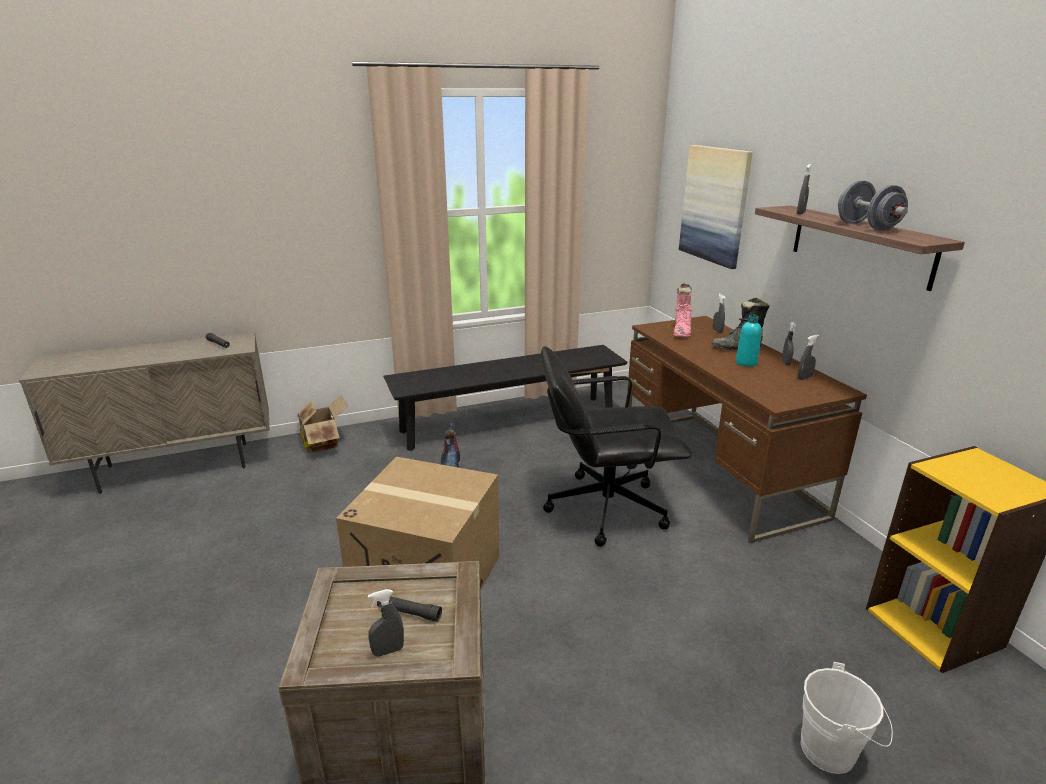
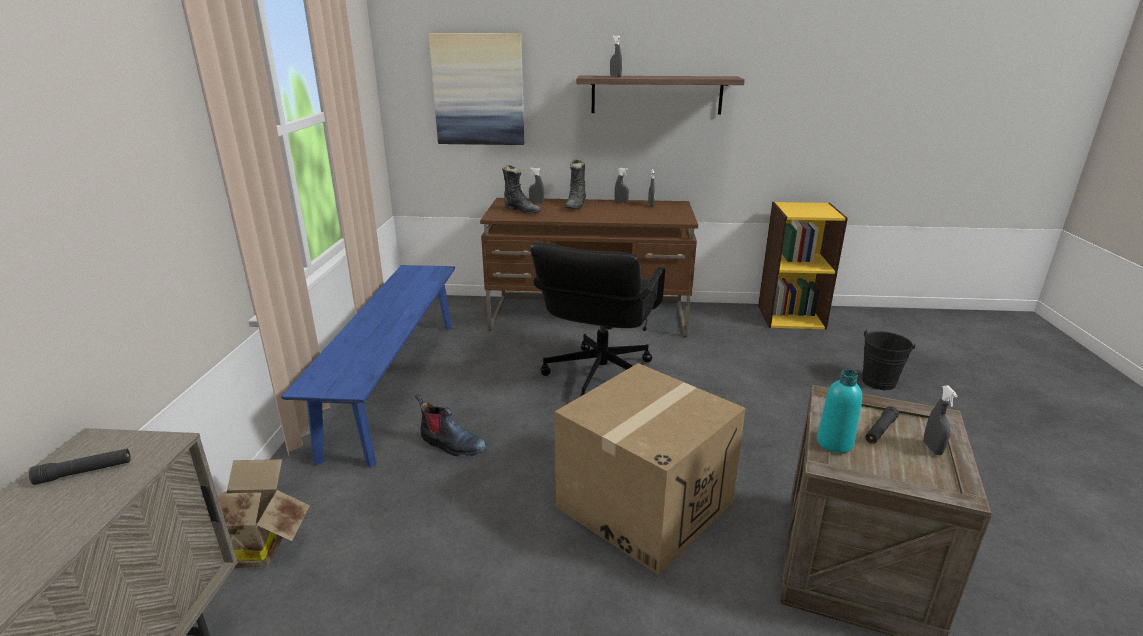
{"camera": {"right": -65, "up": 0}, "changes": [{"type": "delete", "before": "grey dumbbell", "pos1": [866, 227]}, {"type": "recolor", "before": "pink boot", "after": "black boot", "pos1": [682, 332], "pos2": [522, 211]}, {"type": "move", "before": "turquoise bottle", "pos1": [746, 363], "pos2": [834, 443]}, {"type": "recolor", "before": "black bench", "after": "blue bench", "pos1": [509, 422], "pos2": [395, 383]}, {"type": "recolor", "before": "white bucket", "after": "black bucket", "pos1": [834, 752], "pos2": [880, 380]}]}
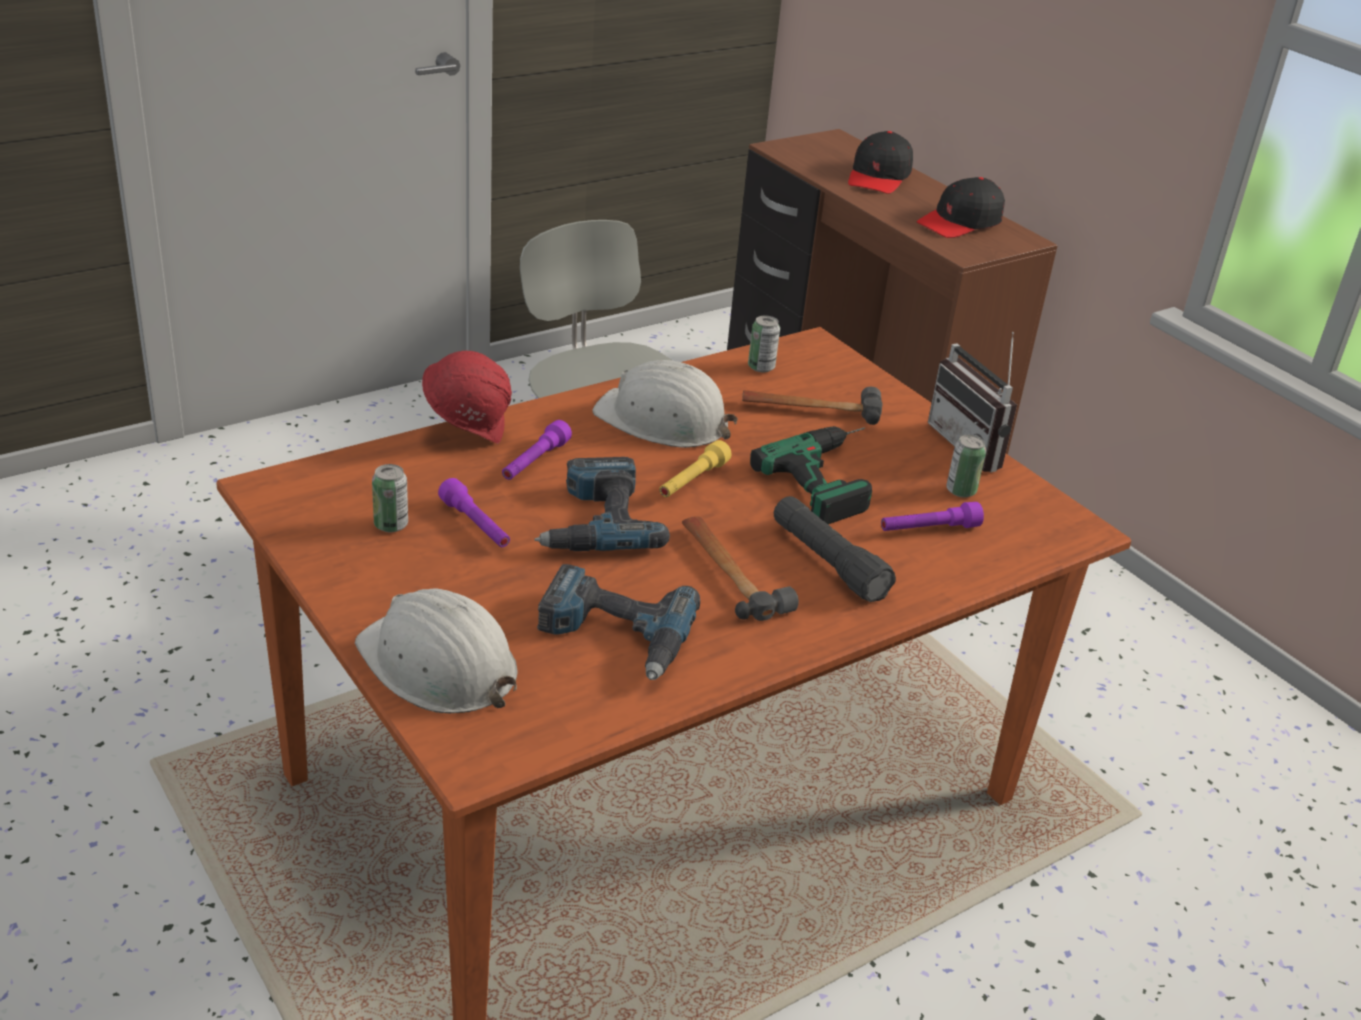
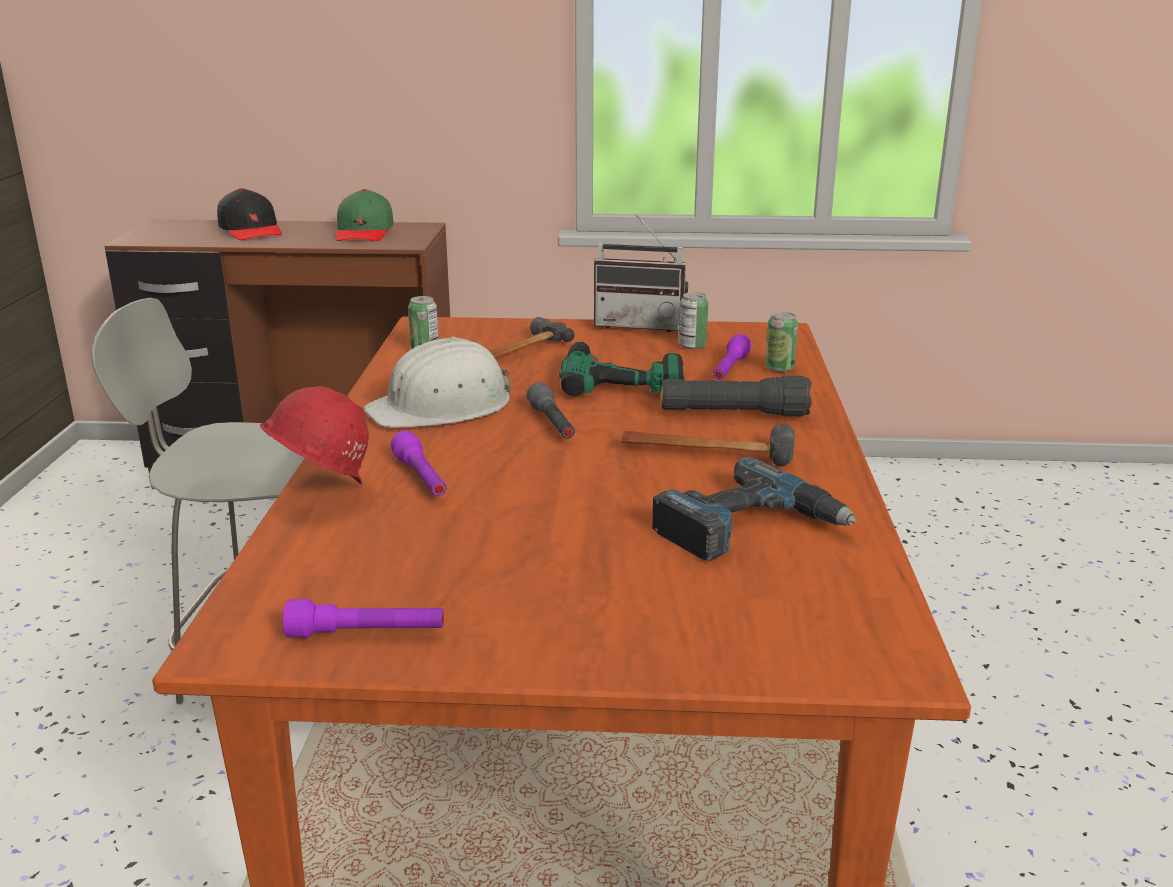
{"camera": {"right": -50, "up": -10}, "changes": [{"type": "recolor", "before": "black cap", "after": "green cap", "pos1": [960, 222], "pos2": [364, 232]}, {"type": "recolor", "before": "yellow flashlight", "after": "grey flashlight", "pos1": [692, 481], "pos2": [552, 424]}, {"type": "delete", "before": "power drill", "pos1": [595, 521]}, {"type": "move", "before": "can", "pos1": [391, 525], "pos2": [779, 368]}, {"type": "move", "before": "purple flashlight", "pos1": [476, 525], "pos2": [366, 634]}, {"type": "delete", "before": "white hard hat", "pos1": [438, 665]}]}
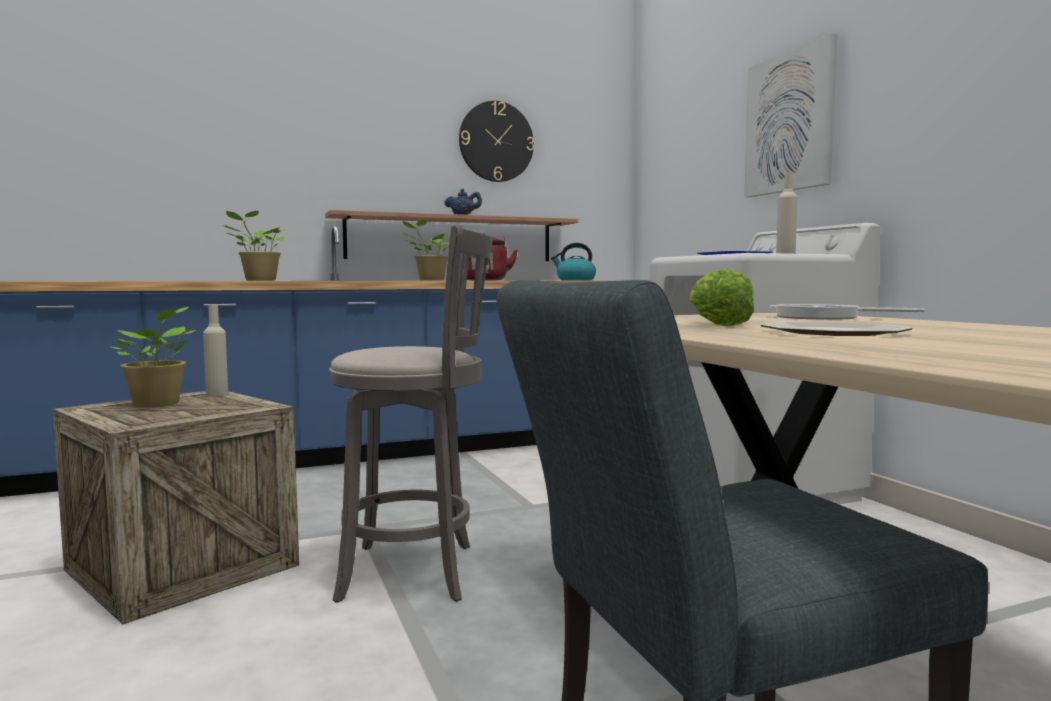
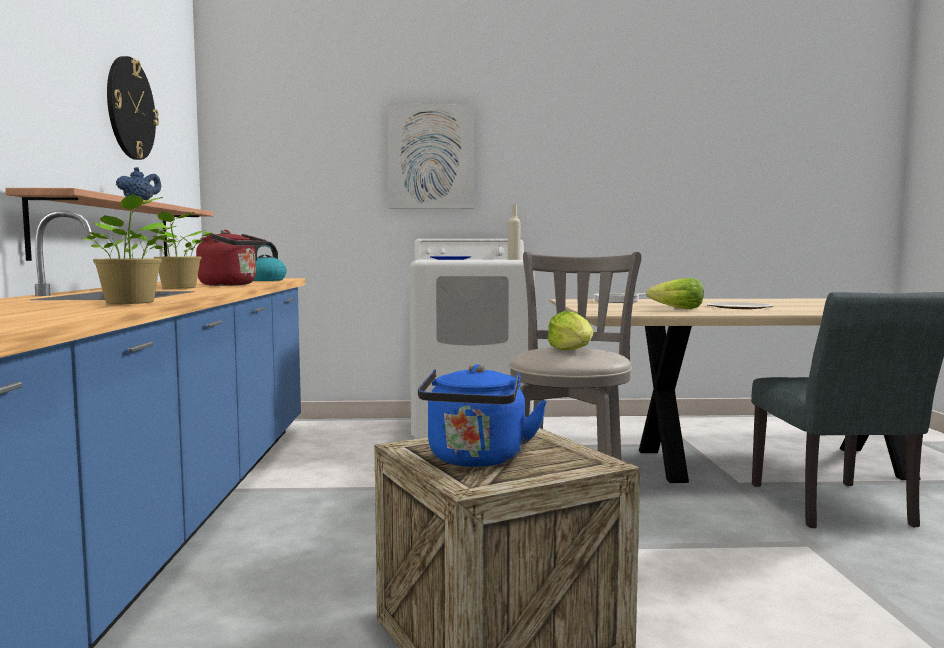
{"camera": {"right": -70, "up": 0}, "changes": [{"type": "delete", "before": "beige bottle", "pos1": [217, 394]}, {"type": "replace", "before": "potted plant", "after": "blue kettle", "pos1": [158, 404], "pos2": [476, 460]}, {"type": "insert", "after": "lettuce", "pos2": [572, 351]}]}
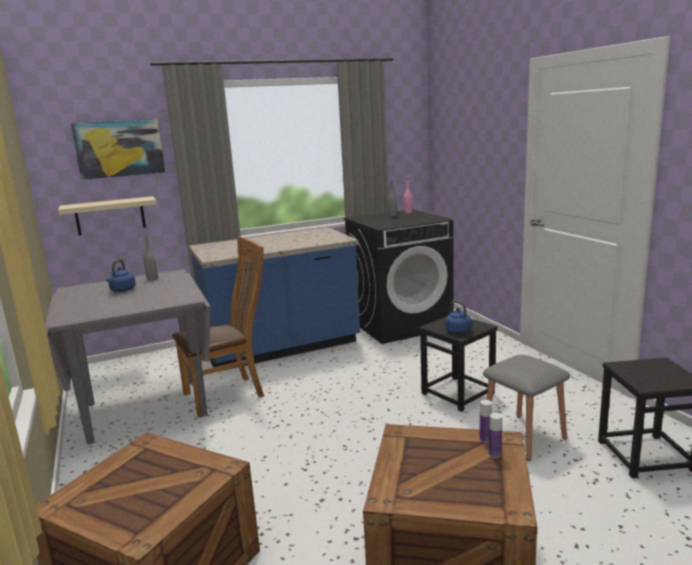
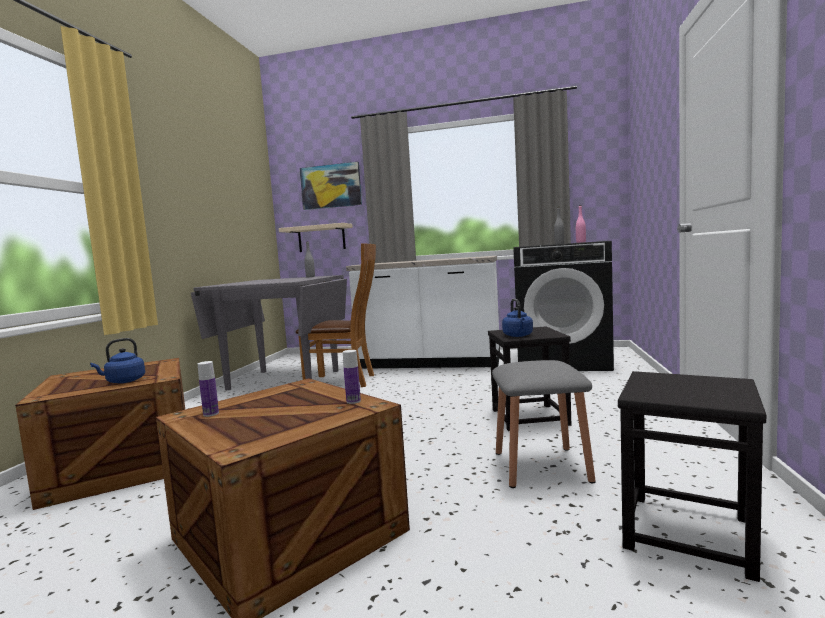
{"camera": {"right": 35, "up": -10}, "changes": [{"type": "recolor", "before": "blue counter", "after": "white counter", "pos1": [282, 347], "pos2": [431, 362]}, {"type": "move", "before": "blue kettle", "pos1": [122, 290], "pos2": [123, 381]}, {"type": "move", "before": "bottle", "pos1": [495, 454], "pos2": [211, 414]}]}
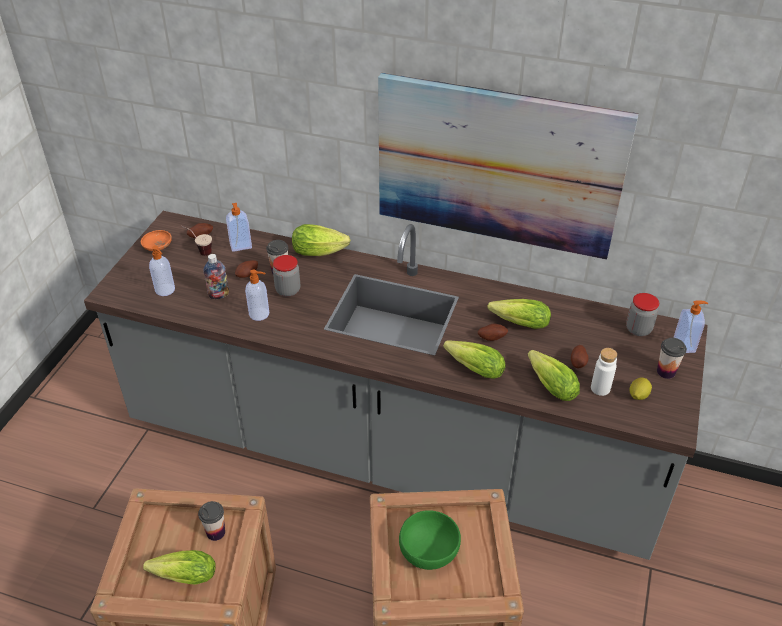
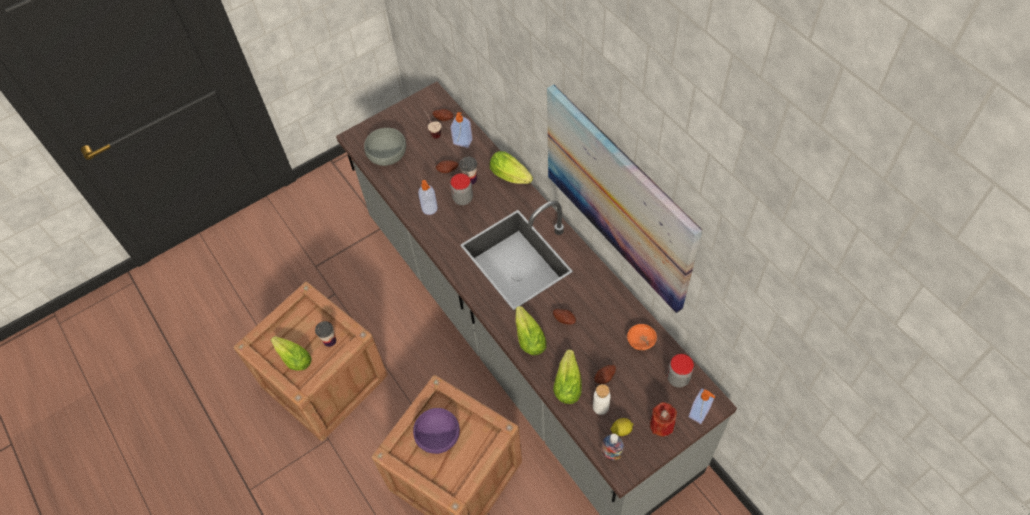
{"camera": {"right": 40, "up": 15}, "changes": [{"type": "move", "before": "orange bowl", "pos1": [157, 247], "pos2": [641, 341]}, {"type": "replace", "before": "soap dispenser", "after": "grey bowl", "pos1": [165, 290], "pos2": [388, 154]}, {"type": "move", "before": "bottle", "pos1": [218, 295], "pos2": [611, 454]}, {"type": "delete", "before": "lettuce", "pos1": [517, 323]}, {"type": "replace", "before": "cup", "after": "red candle", "pos1": [666, 372], "pos2": [661, 425]}, {"type": "recolor", "before": "green bowl", "after": "purple bowl", "pos1": [430, 550], "pos2": [439, 436]}]}
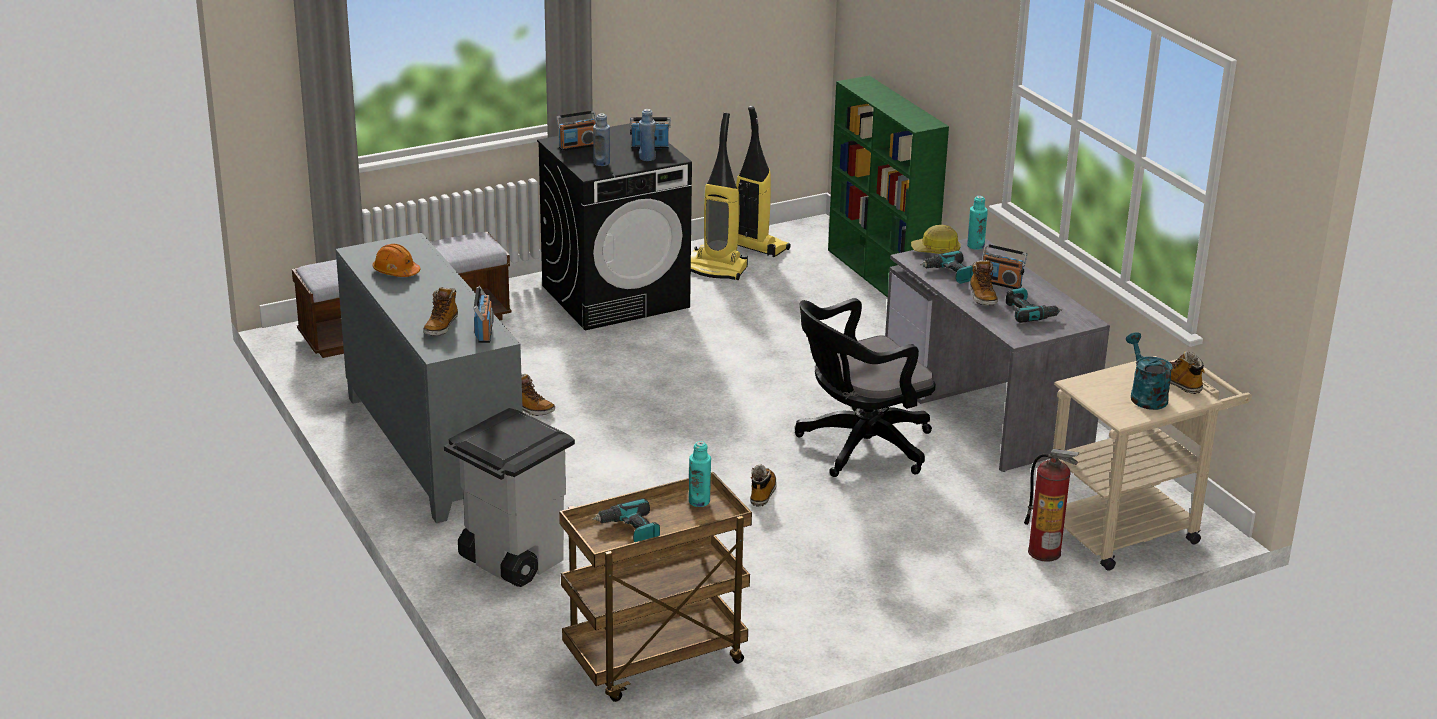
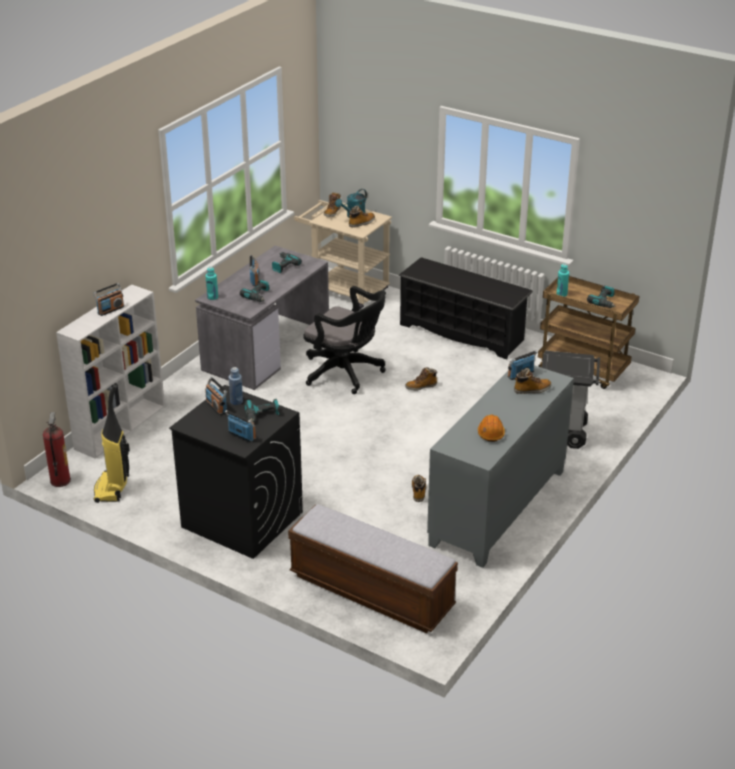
{"camera": {"right": -120, "up": 5}, "changes": [{"type": "recolor", "before": "green bookcase", "after": "white bookcase", "pos1": [881, 276], "pos2": [121, 426]}, {"type": "replace", "before": "blue bottle", "after": "power drill", "pos1": [601, 163], "pos2": [262, 415]}, {"type": "delete", "before": "vacuum cleaner", "pos1": [717, 269]}, {"type": "delete", "before": "hard hat", "pos1": [936, 250]}, {"type": "move", "before": "boot", "pos1": [982, 297], "pos2": [361, 223]}, {"type": "move", "before": "fire extinguisher", "pos1": [1044, 552], "pos2": [60, 480]}, {"type": "insert", "after": "black shoe rack", "pos2": [462, 332]}, {"type": "insert", "after": "radio", "pos2": [110, 310]}]}
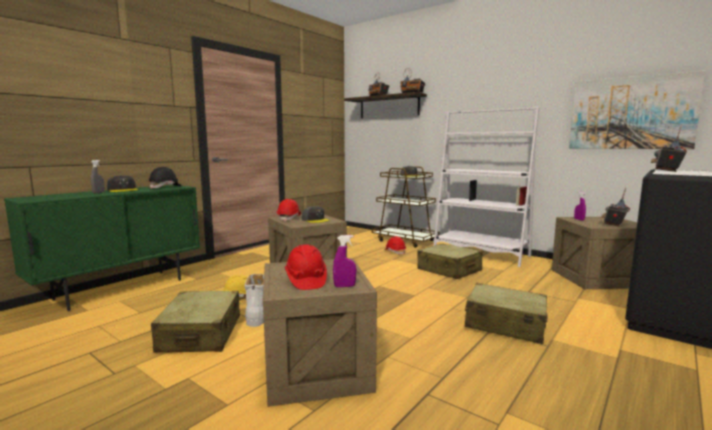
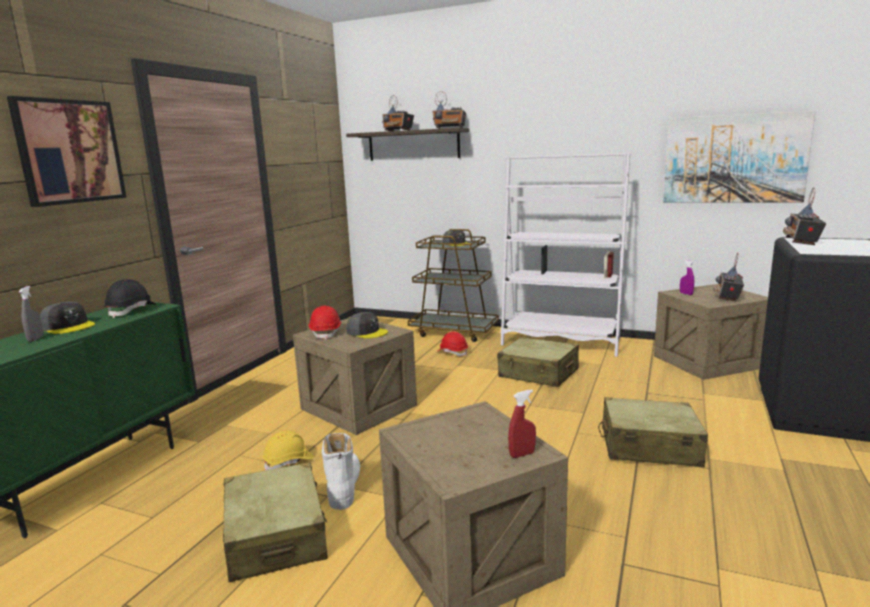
{"camera": {"right": -15, "up": 5}, "changes": [{"type": "recolor", "before": "purple spray bottle", "after": "red spray bottle", "pos1": [344, 286], "pos2": [522, 454]}, {"type": "delete", "before": "red hard hat", "pos1": [306, 280]}, {"type": "insert", "after": "picture", "pos2": [69, 152]}]}
